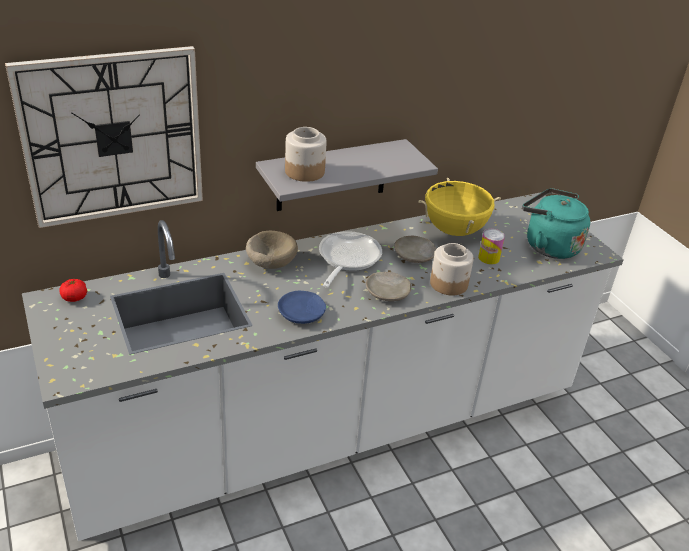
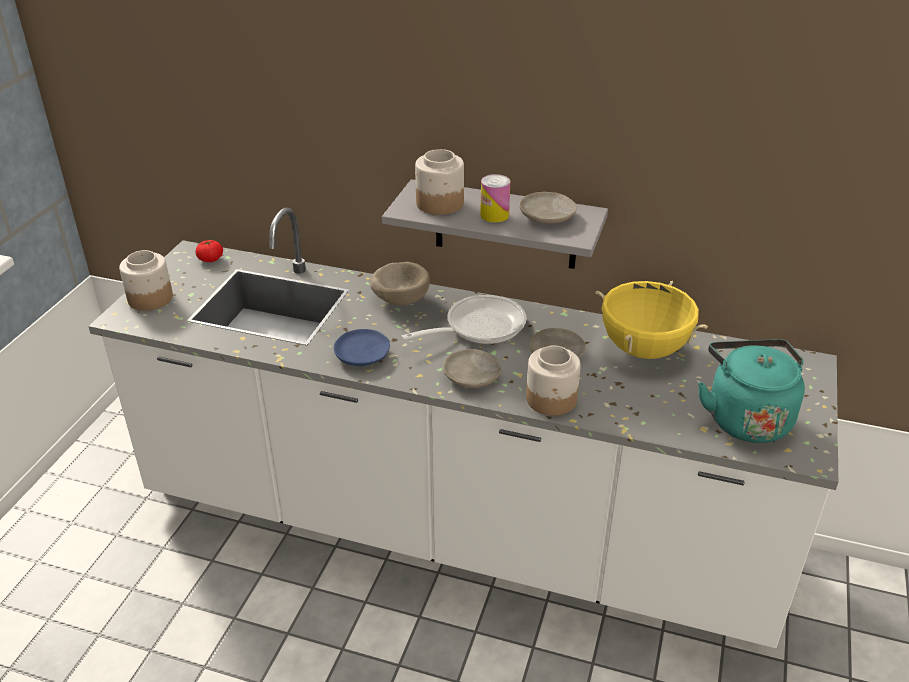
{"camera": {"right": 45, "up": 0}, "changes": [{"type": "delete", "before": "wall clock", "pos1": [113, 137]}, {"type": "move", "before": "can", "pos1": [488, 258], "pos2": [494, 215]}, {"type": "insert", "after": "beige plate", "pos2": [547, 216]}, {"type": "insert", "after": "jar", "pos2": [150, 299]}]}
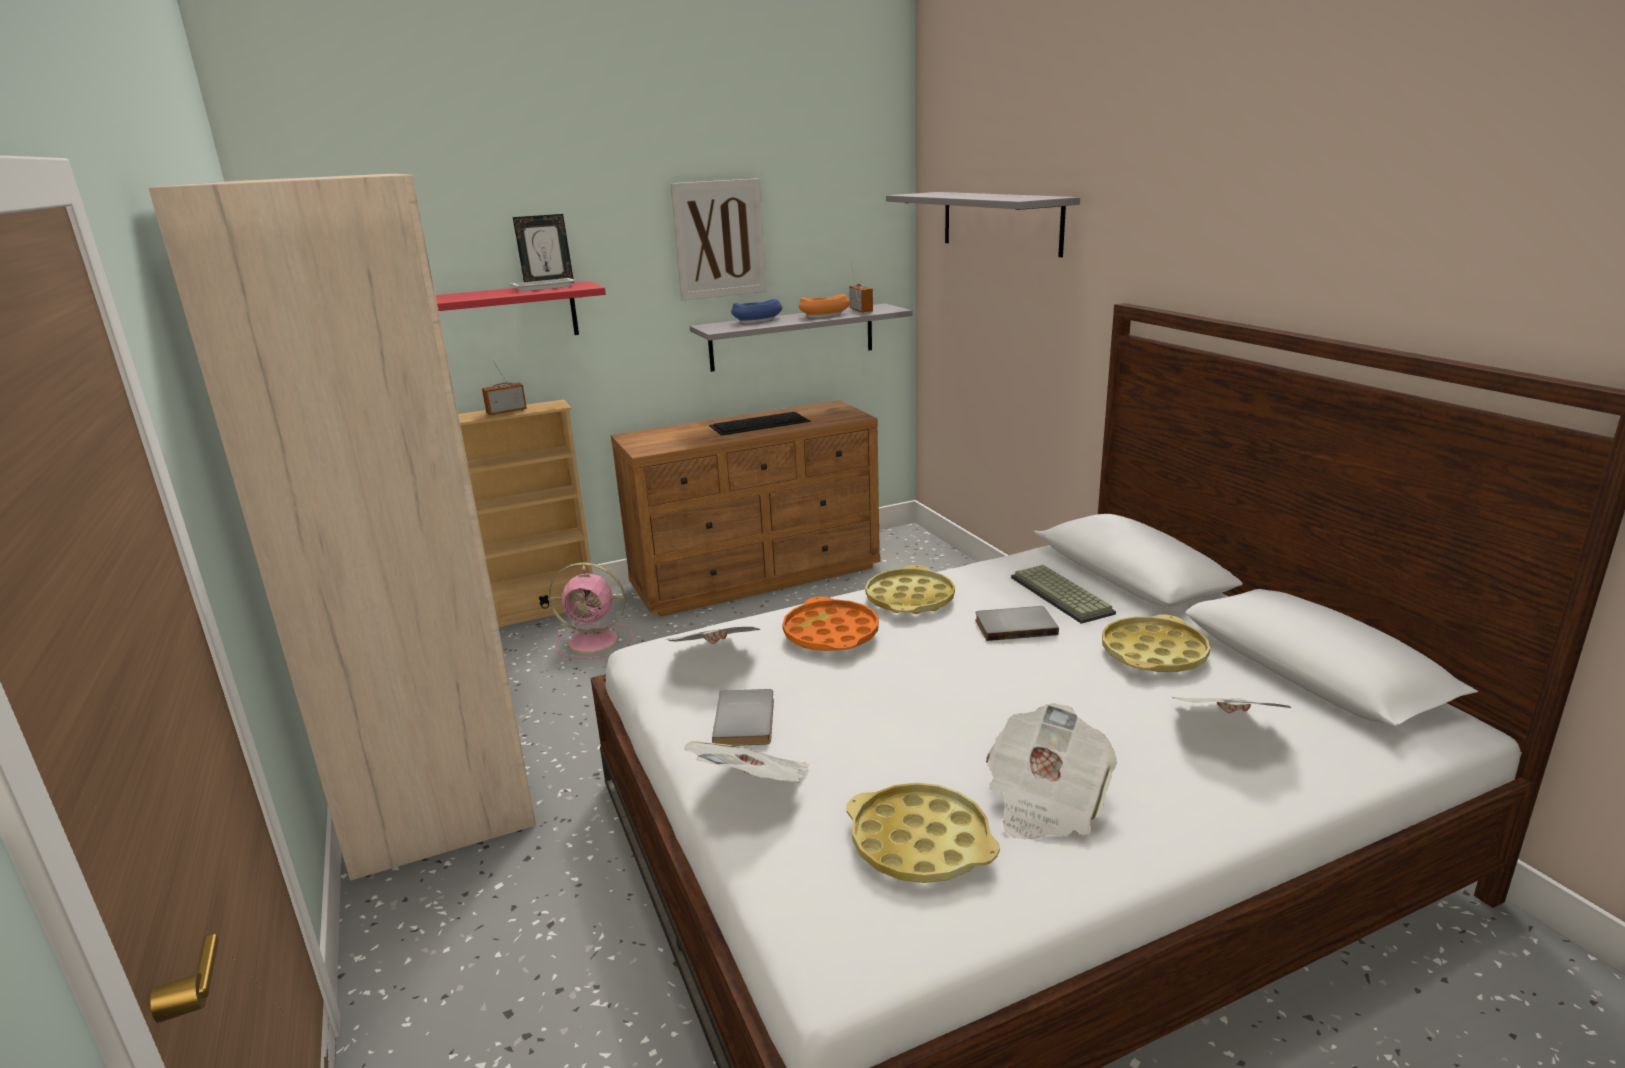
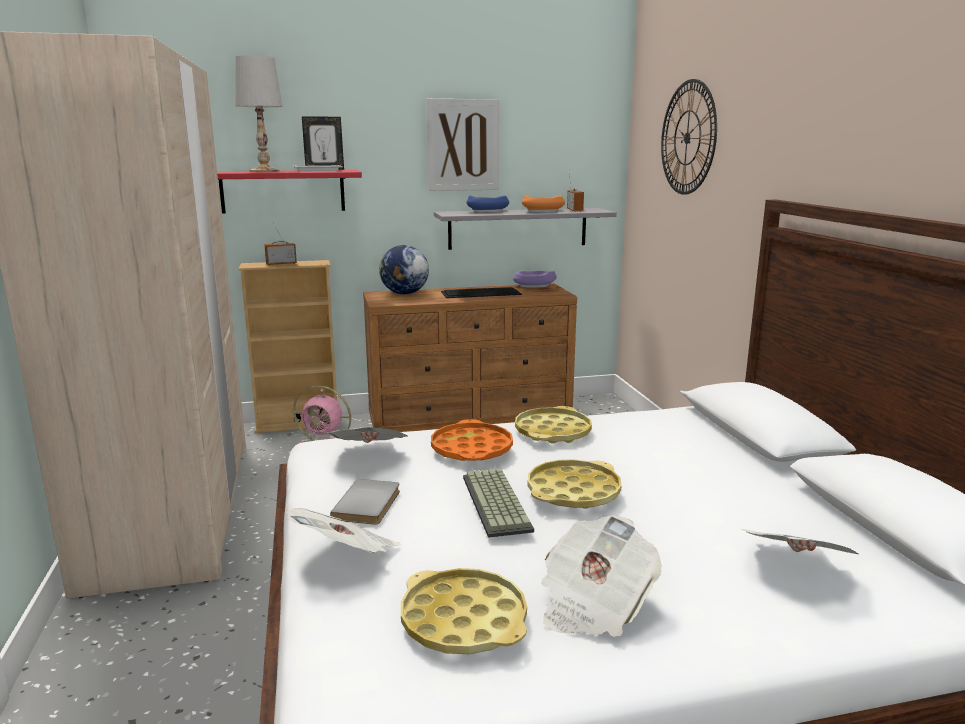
{"camera": {"right": 10, "up": -5}, "changes": [{"type": "replace", "before": "grey shelf", "after": "wall clock", "pos1": [1000, 222], "pos2": [687, 138]}, {"type": "move", "before": "keyboard", "pos1": [1063, 595], "pos2": [498, 503]}, {"type": "delete", "before": "grey book", "pos1": [1014, 625]}, {"type": "move", "before": "yellow tray", "pos1": [1153, 653], "pos2": [573, 492]}, {"type": "insert", "after": "white table lamp", "pos2": [265, 171]}, {"type": "insert", "after": "globe", "pos2": [404, 294]}, {"type": "insert", "after": "purple bowl", "pos2": [534, 286]}]}
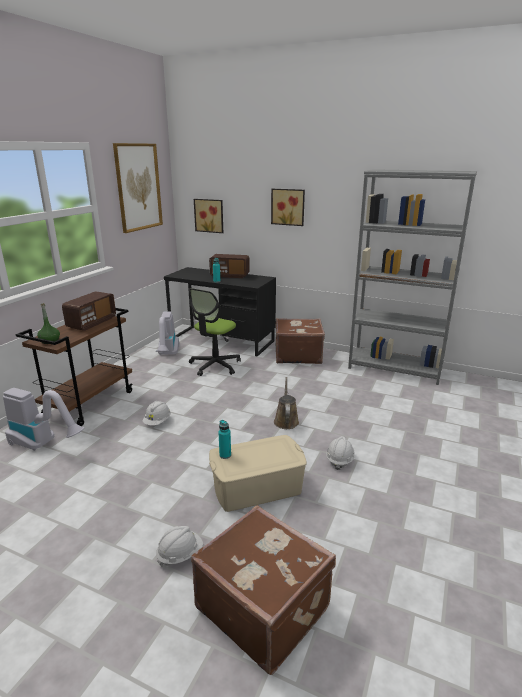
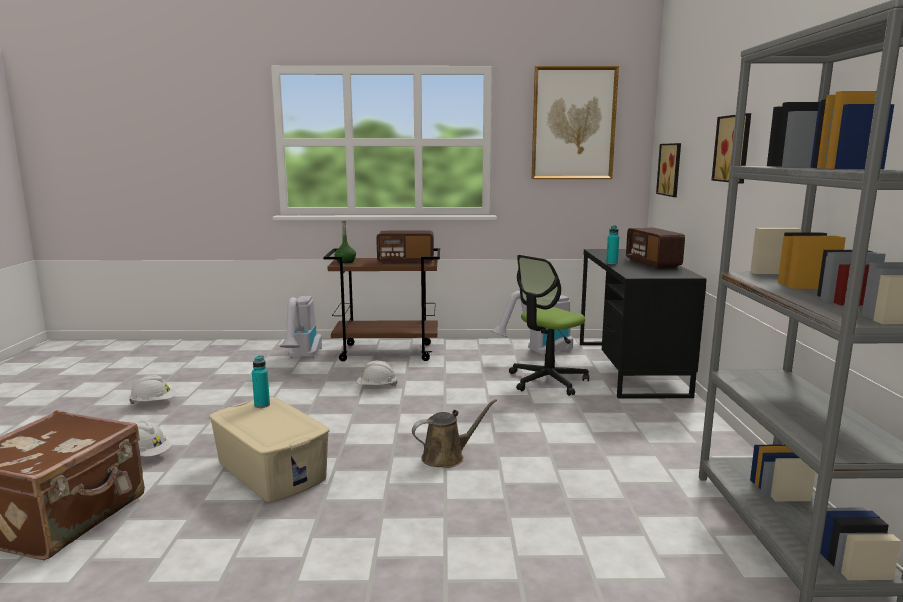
{"camera": {"right": 65, "up": -10}, "changes": [{"type": "rotate", "before": "office chair", "pos1": [215, 365], "pos2": [547, 381], "turn": -45}, {"type": "delete", "before": "brown suitcase", "pos1": [297, 355]}, {"type": "move", "before": "white hard hat", "pos1": [339, 460], "pos2": [153, 403]}]}
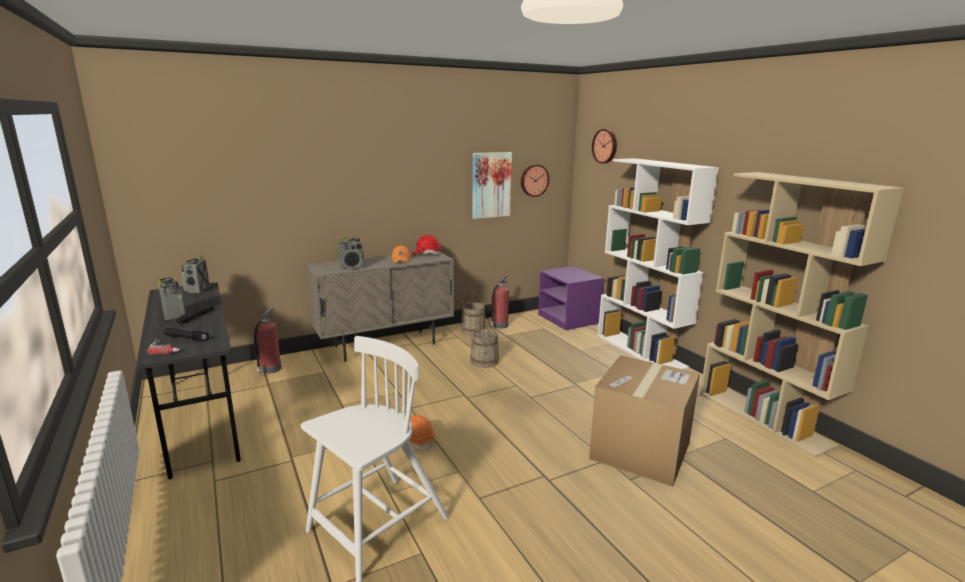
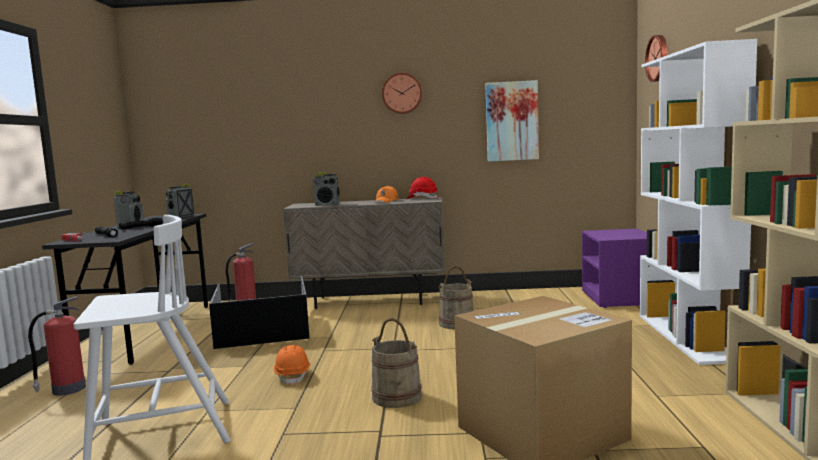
{"camera": {"right": 30, "up": -10}, "changes": [{"type": "move", "before": "wall clock", "pos1": [534, 180], "pos2": [402, 93]}, {"type": "move", "before": "fire extinguisher", "pos1": [499, 325], "pos2": [67, 389]}, {"type": "move", "before": "beige bucket", "pos1": [473, 330], "pos2": [397, 397]}, {"type": "insert", "after": "black storage box", "pos2": [264, 330]}]}
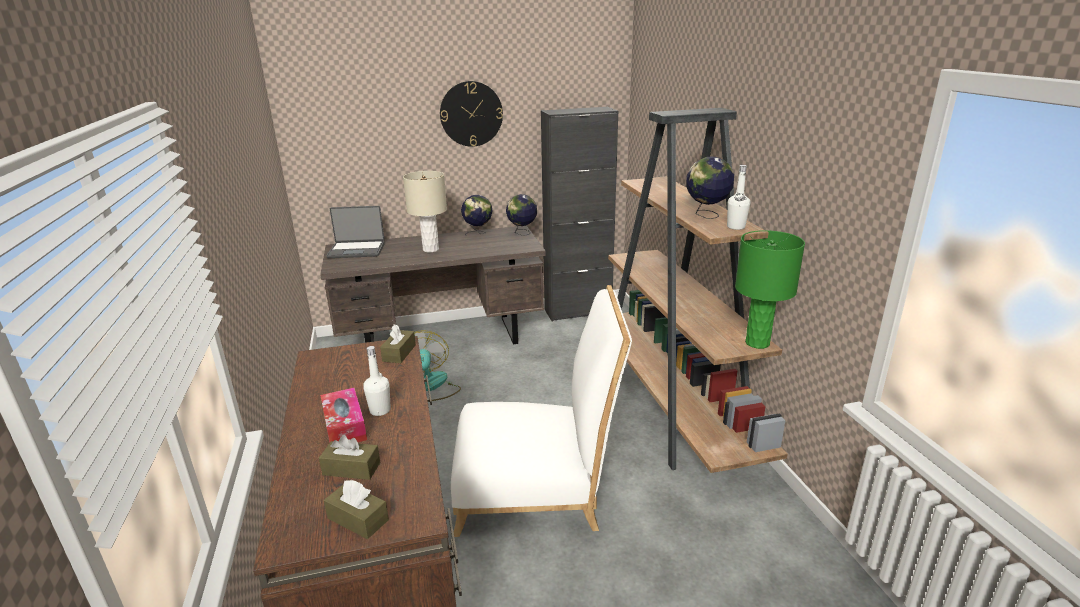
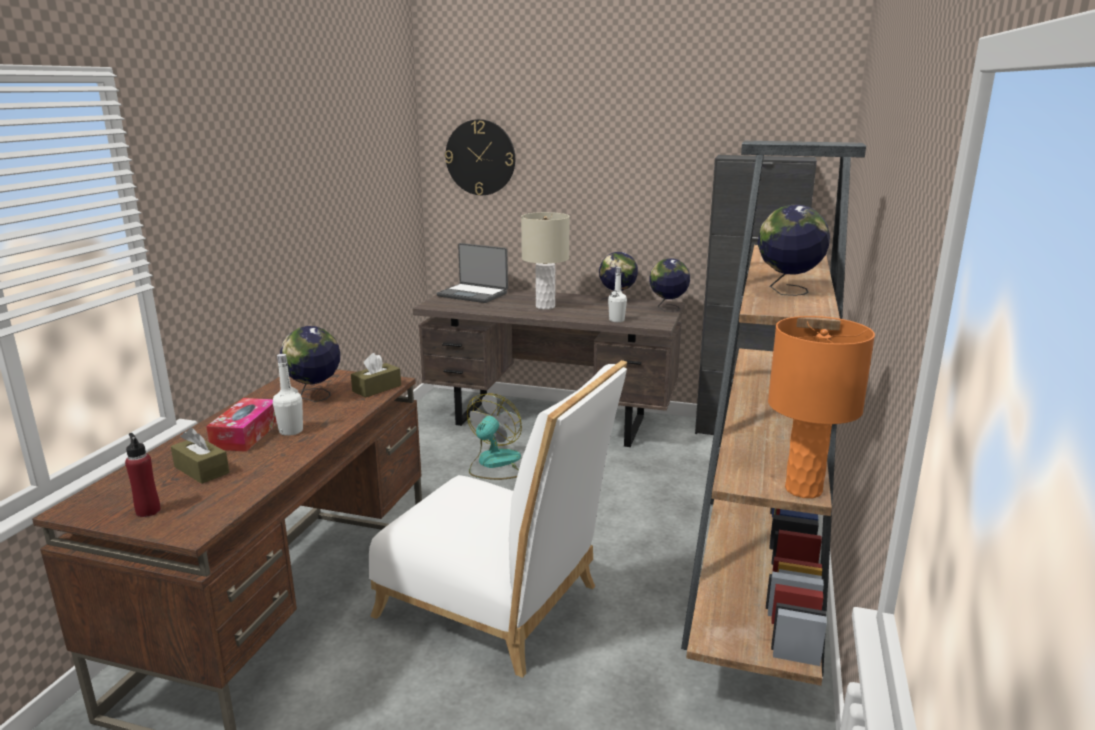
{"camera": {"right": 30, "up": -5}, "changes": [{"type": "move", "before": "wall clock", "pos1": [471, 114], "pos2": [480, 157]}, {"type": "move", "before": "white bottle", "pos1": [736, 227], "pos2": [616, 320]}, {"type": "recolor", "before": "green table lamp", "after": "orange table lamp", "pos1": [757, 343], "pos2": [803, 489]}, {"type": "replace", "before": "brown tissue box", "after": "red bottle", "pos1": [358, 519], "pos2": [148, 511]}, {"type": "insert", "after": "globe", "pos2": [315, 397]}]}
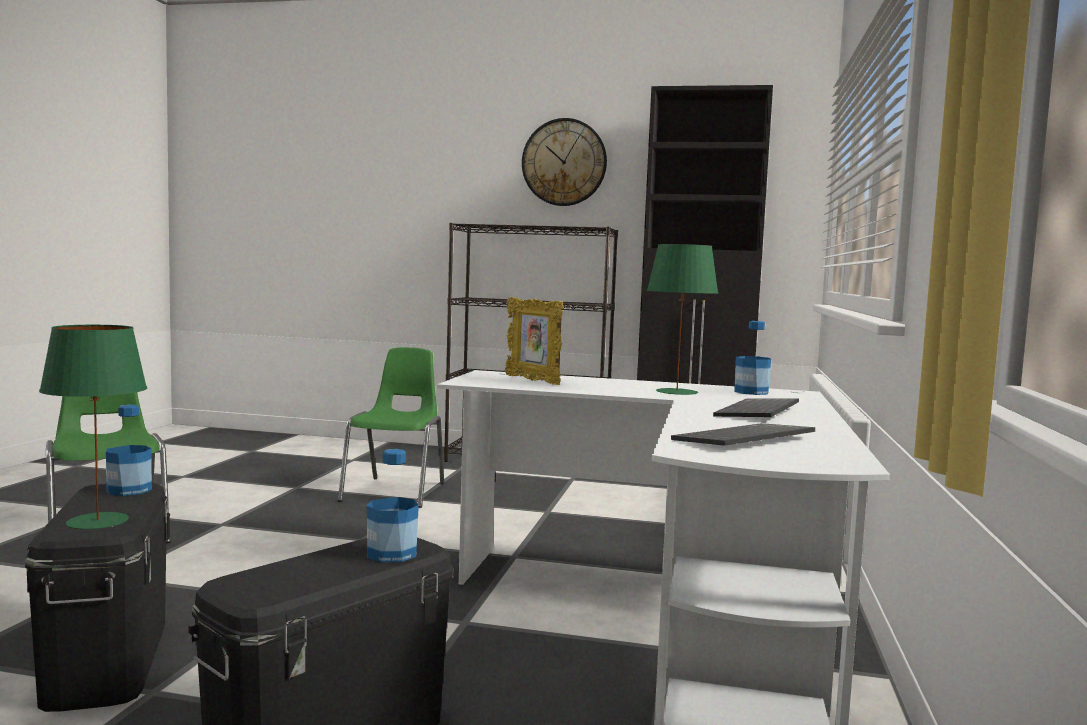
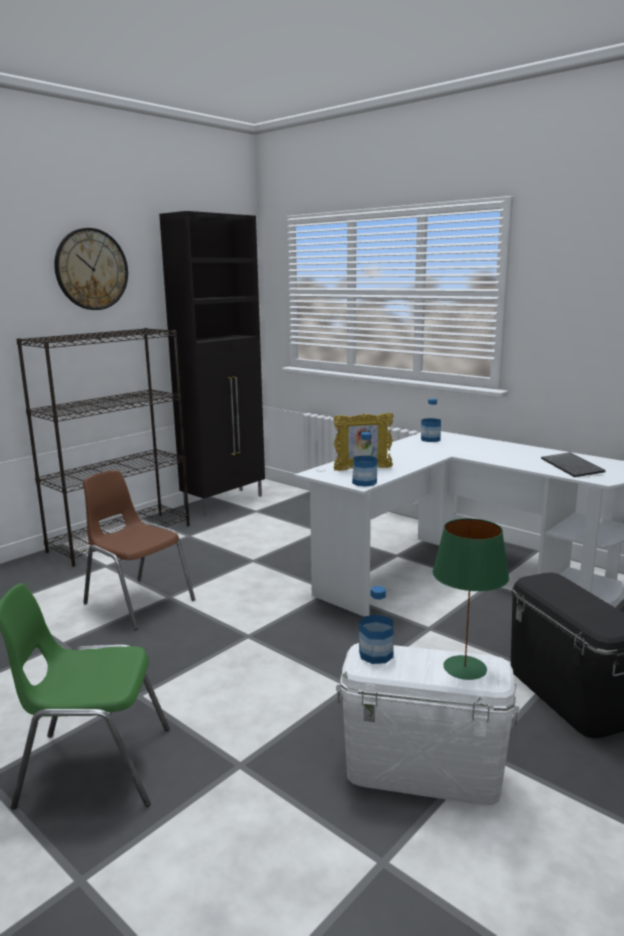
{"camera": {"right": -60, "up": 10}, "changes": [{"type": "delete", "before": "green table lamp", "pos1": [677, 391]}, {"type": "recolor", "before": "green chair", "after": "brown chair", "pos1": [396, 492], "pos2": [138, 602]}, {"type": "delete", "before": "keyboard", "pos1": [759, 412]}, {"type": "move", "before": "bottle", "pos1": [392, 553], "pos2": [364, 482]}, {"type": "recolor", "before": "black storage box", "after": "white storage box", "pos1": [108, 659], "pos2": [423, 771]}]}
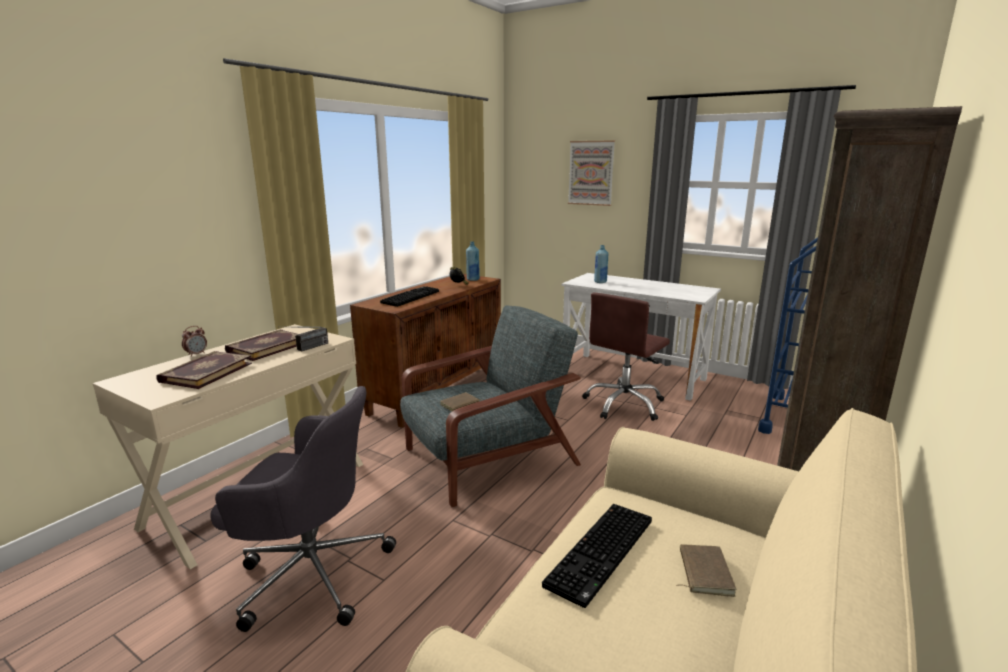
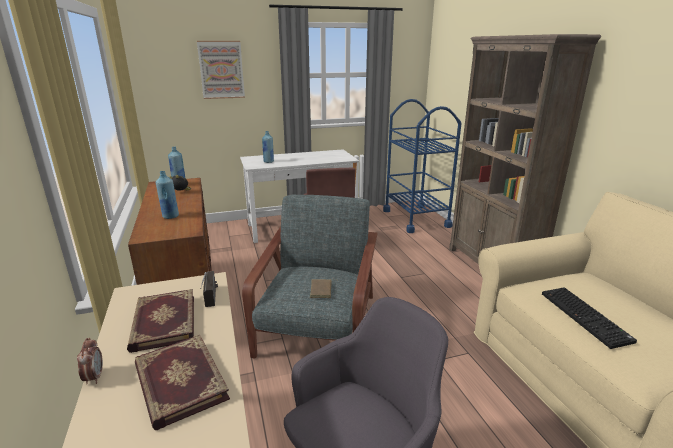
{"camera": {"right": -50, "up": 5}, "changes": [{"type": "replace", "before": "keyboard", "after": "blue bottle", "pos1": [410, 297], "pos2": [170, 216]}, {"type": "delete", "before": "brown book", "pos1": [703, 572]}]}
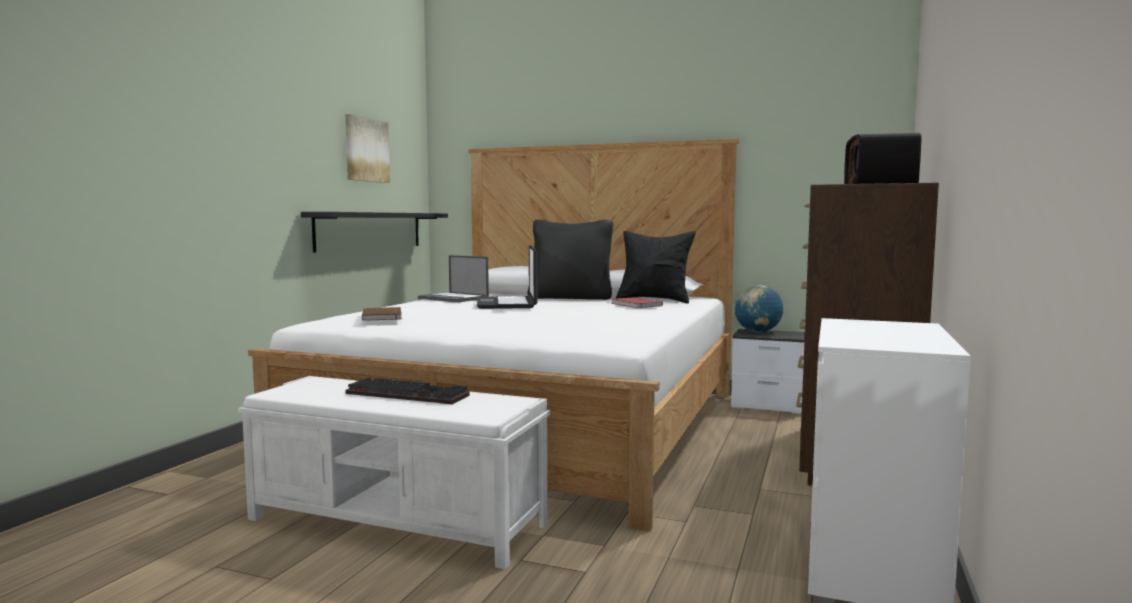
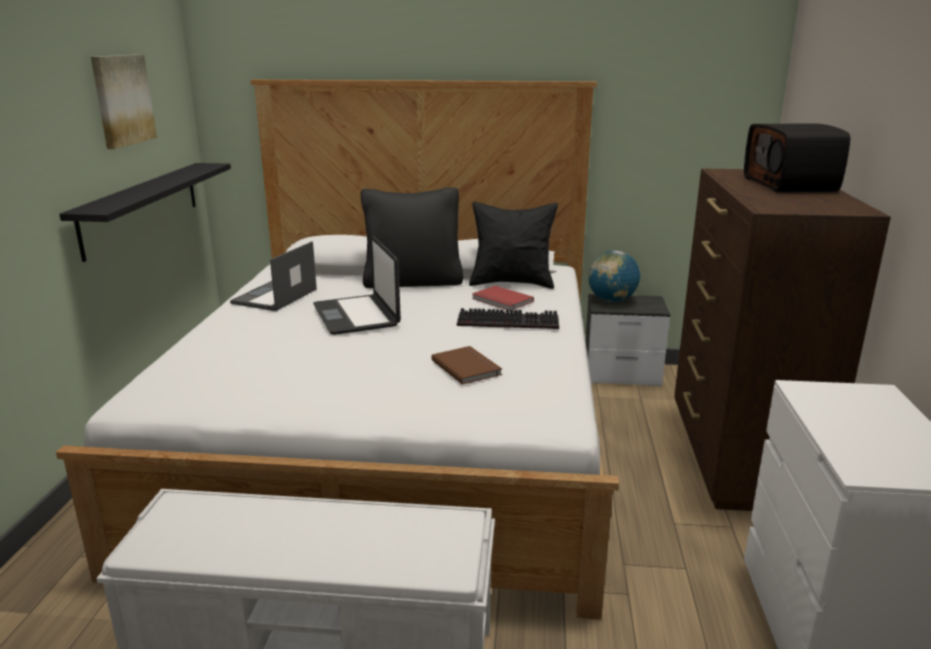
{"camera": {"right": -15, "up": 15}, "changes": [{"type": "rotate", "before": "laptop", "pos1": [454, 298], "pos2": [274, 297], "turn": 90}, {"type": "move", "before": "brown book", "pos1": [384, 316], "pos2": [468, 367]}, {"type": "move", "before": "keyboard", "pos1": [410, 394], "pos2": [509, 321]}]}
